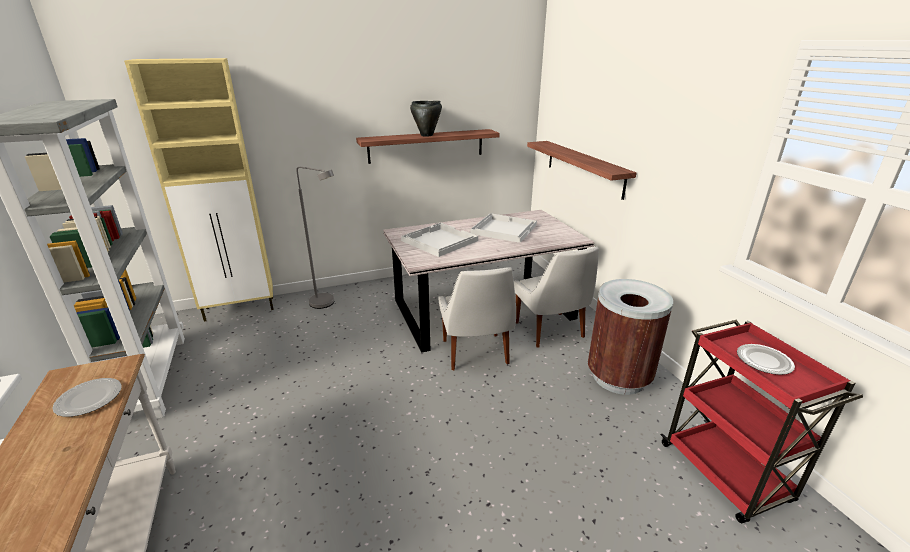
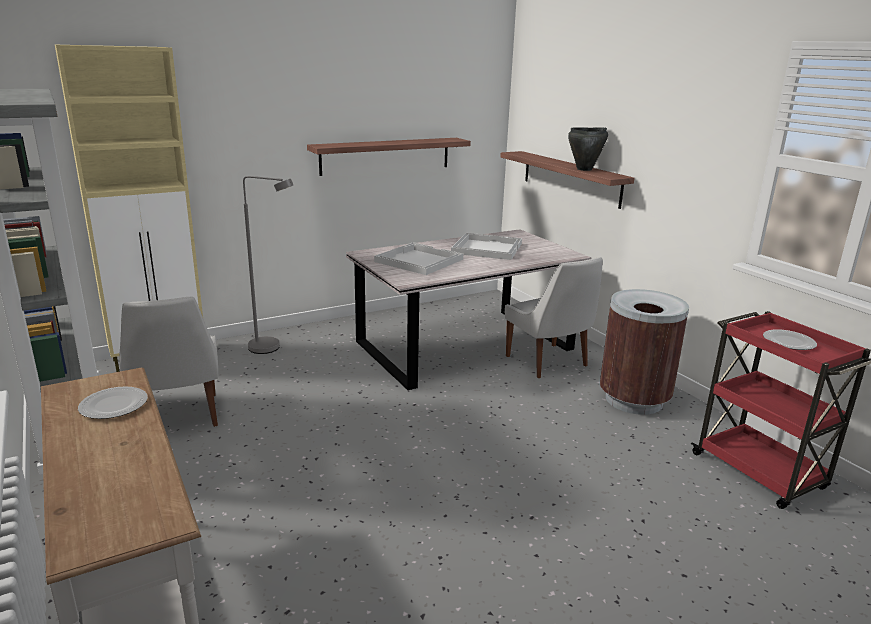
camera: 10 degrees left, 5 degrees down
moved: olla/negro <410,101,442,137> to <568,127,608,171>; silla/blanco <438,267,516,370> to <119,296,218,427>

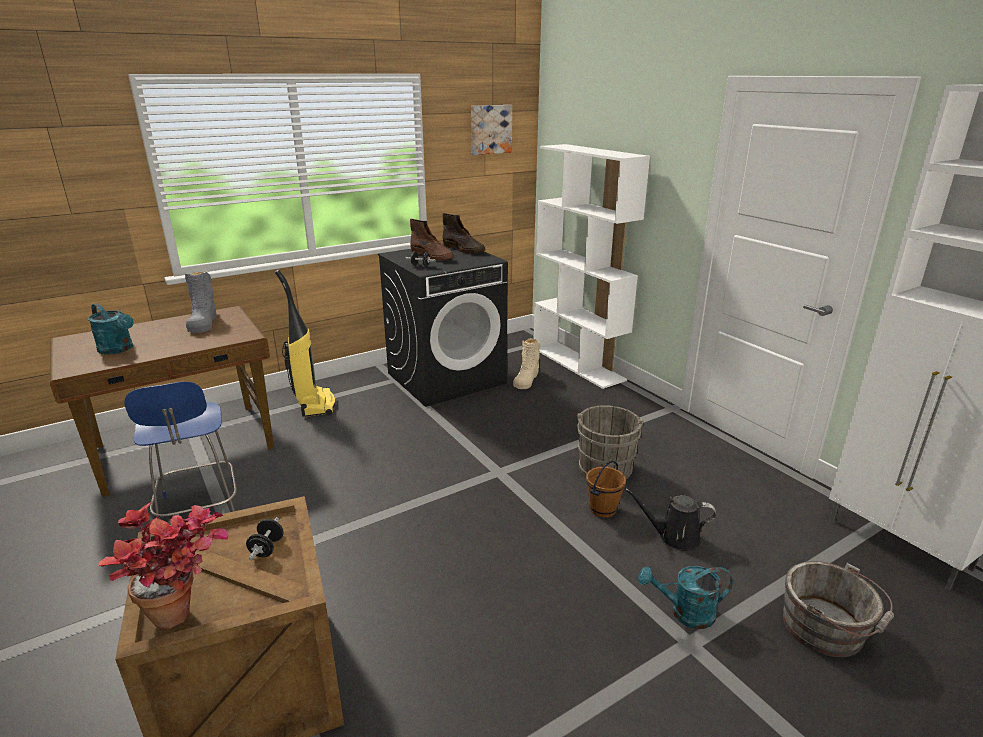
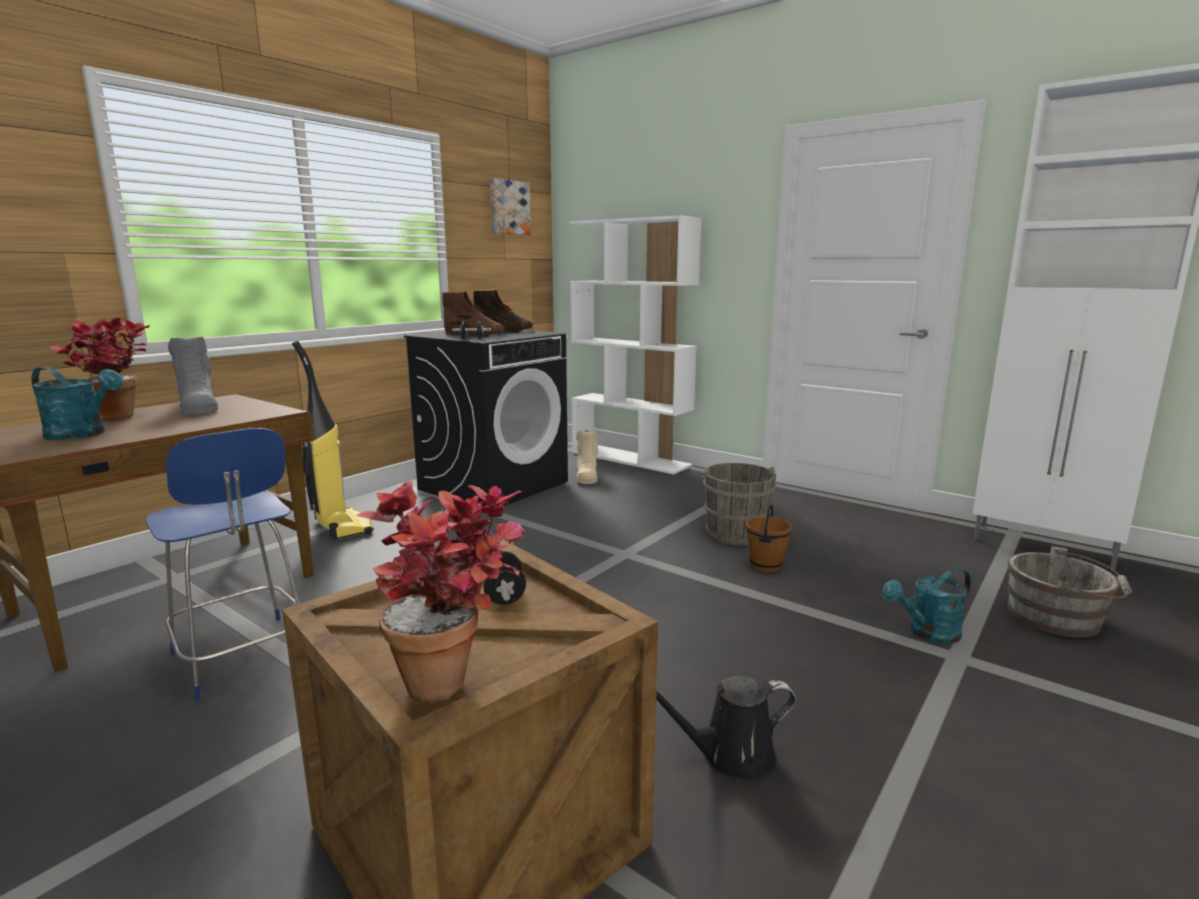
camera: 20 degrees left, 10 degrees down
added: planta en maceta <50,318,150,421>
moved: regadera/negro <625,488,716,551> to <656,676,796,780>

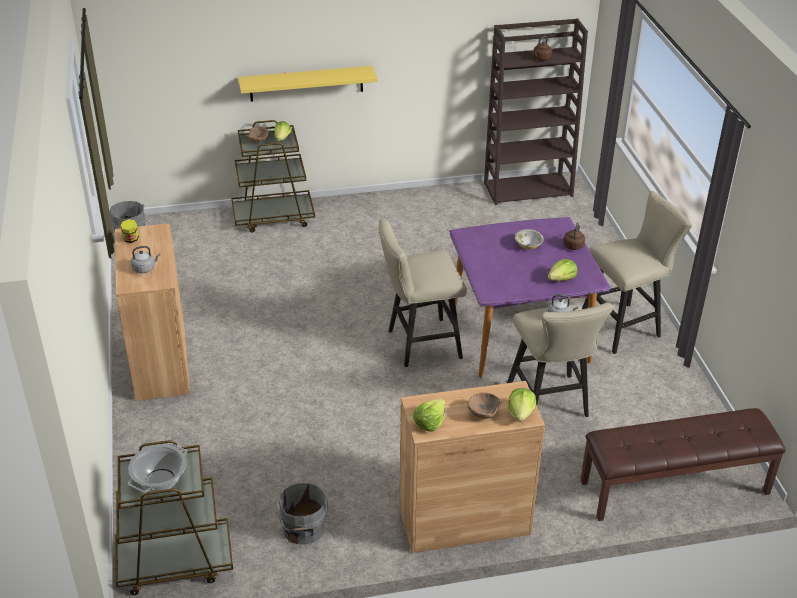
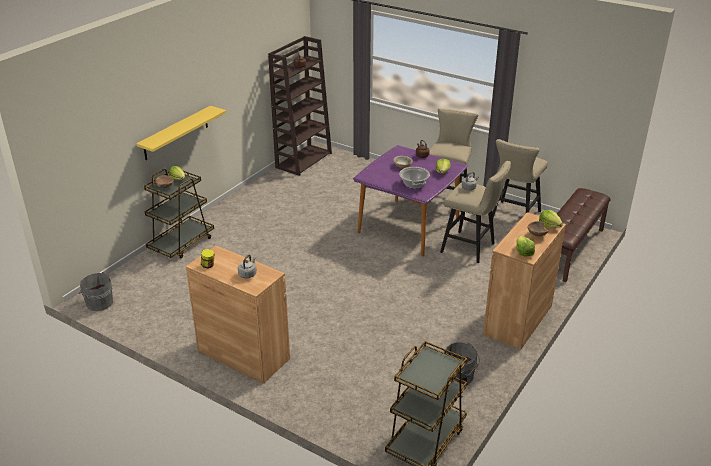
camera: 45 degrees left, 5 degrees down
moved: taburete/beis <379,218,467,367> to <493,139,548,218>; olla <128,443,187,493> to <399,167,430,189>

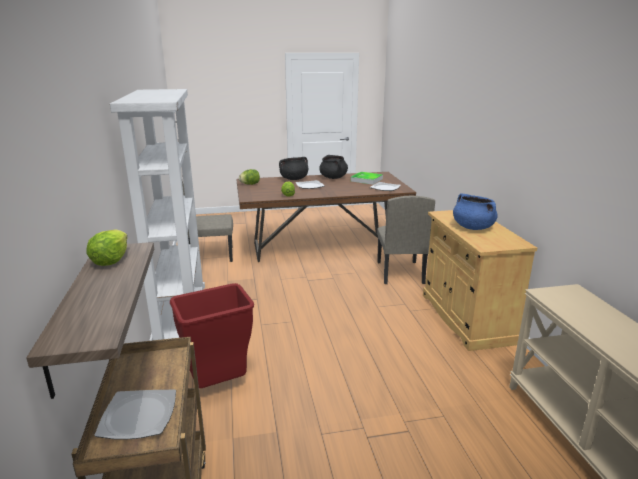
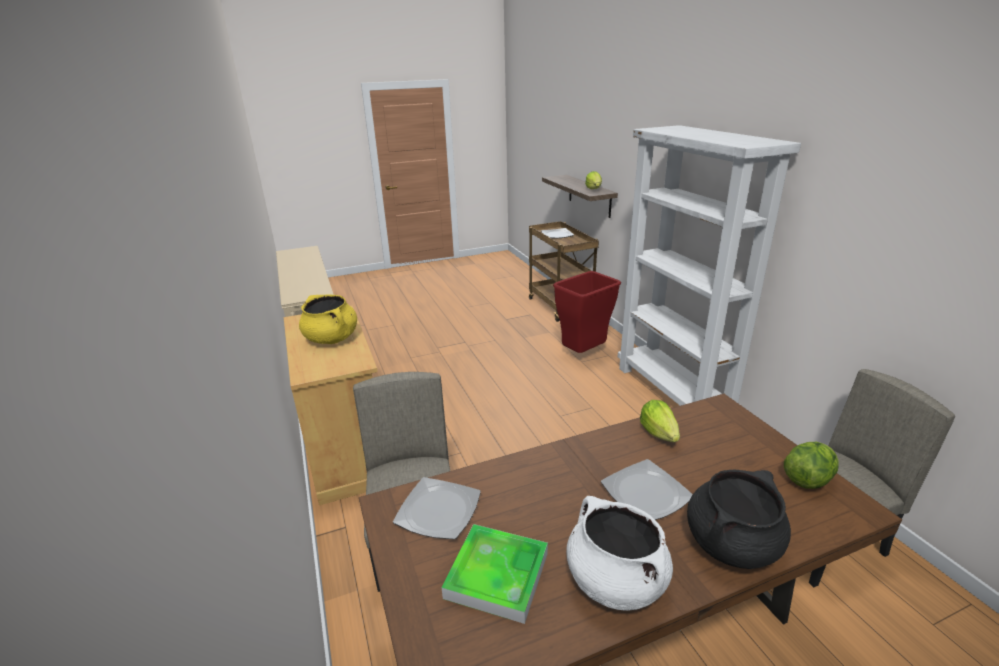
camera: 170 degrees right, 5 degrees up
recoloured: olla/negro <319,155,348,179> to olla/blanco <566,496,673,611>; olla/azul <453,193,498,230> to olla/amarillo <299,294,357,344>

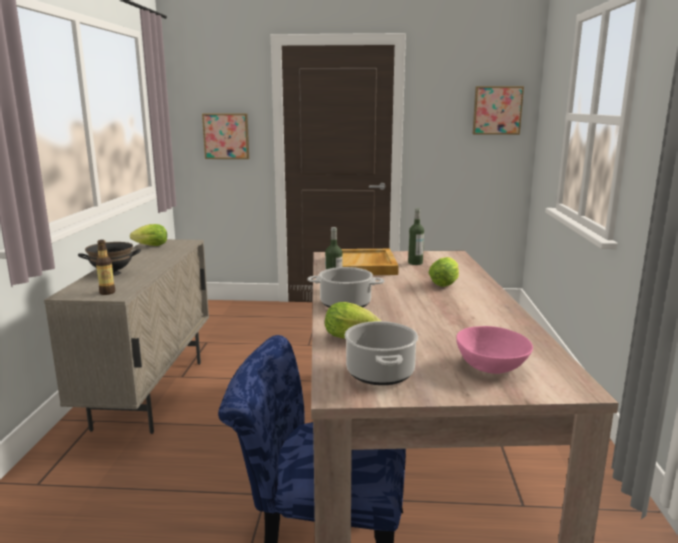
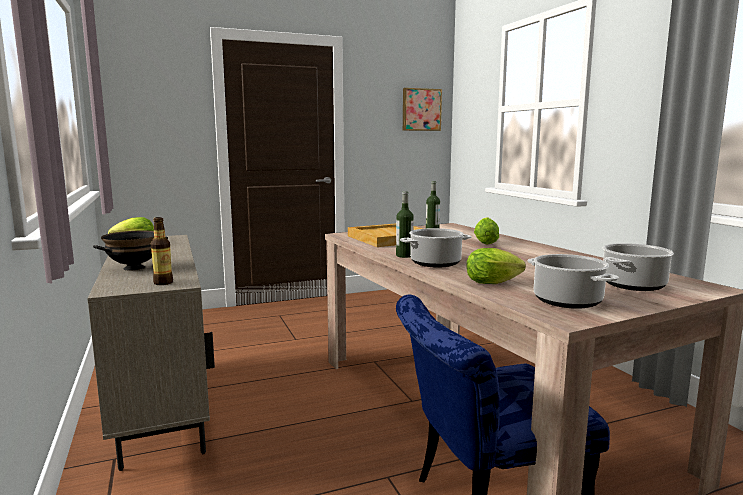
camera: 25 degrees left, 5 degrees down
removed: cuadro <202,113,249,159>
replaced: cuenco/rosa <456,326,533,374> to olla <603,243,674,291>

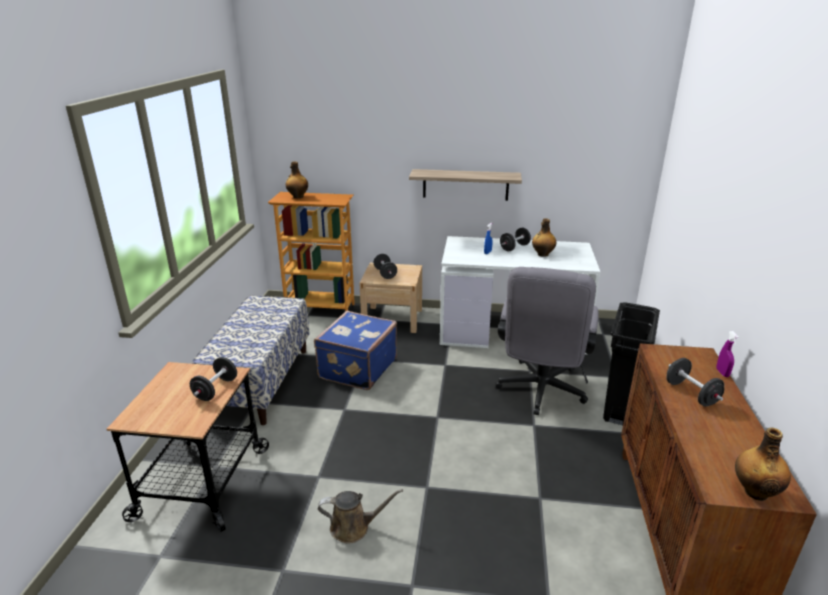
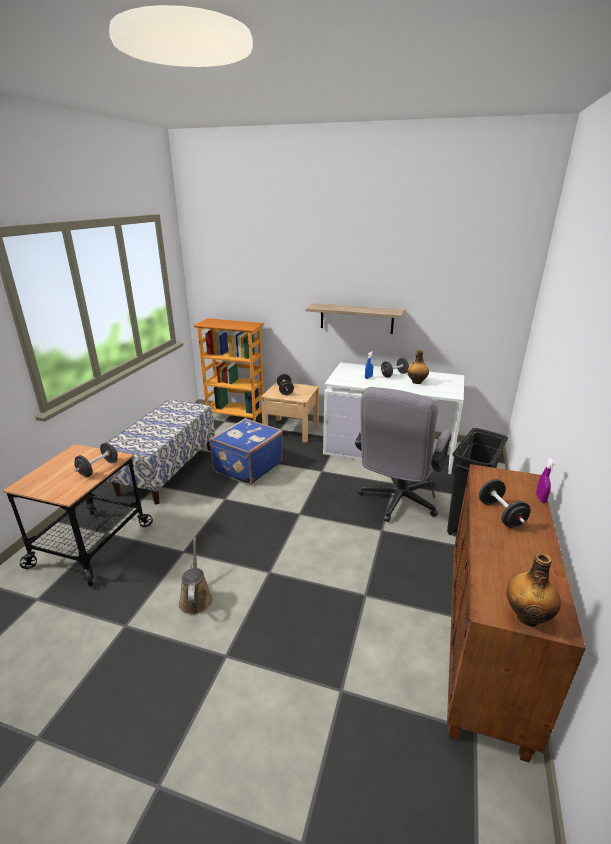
camera: 10 degrees right, 0 degrees up
removed: botella <286,161,308,198>
turned: regadera/marrón <318,489,403,544> = <179,537,213,615> 105 degrees counterclockwise

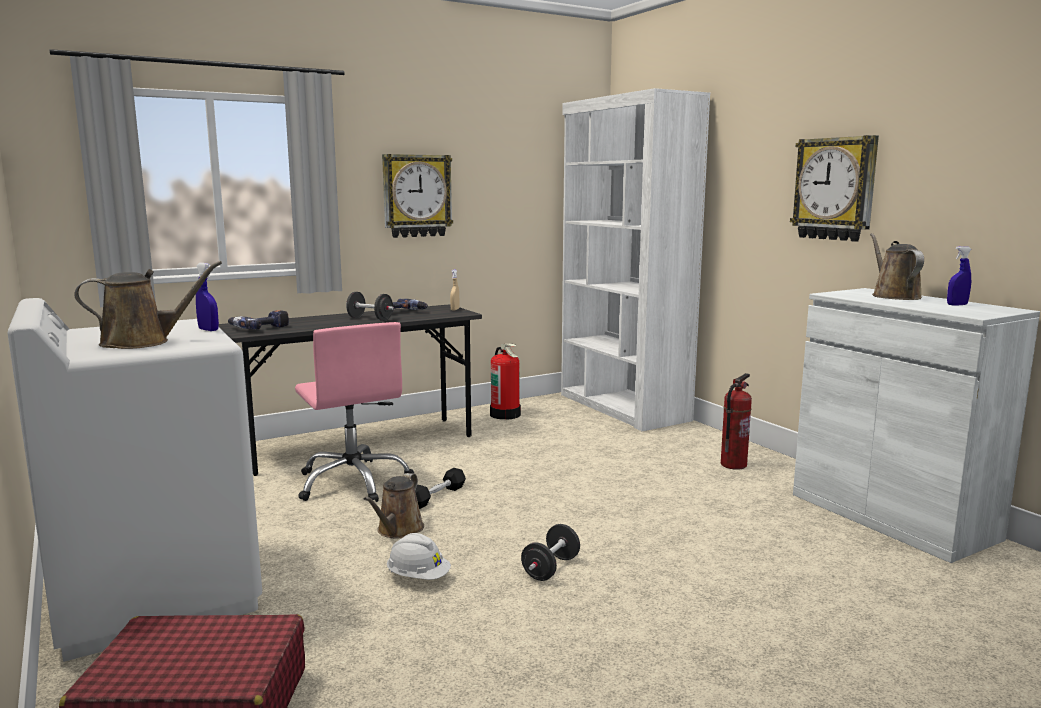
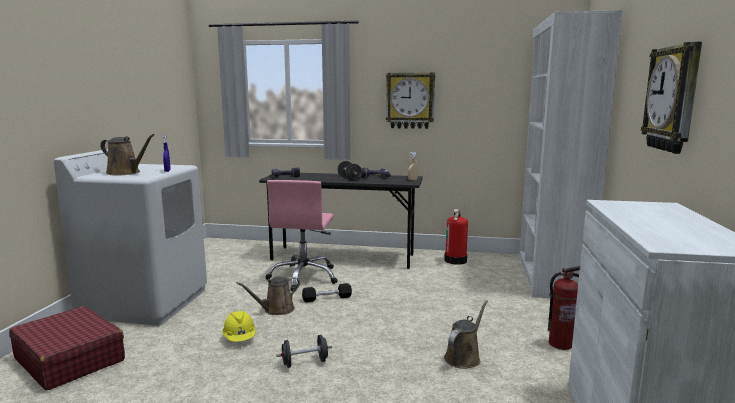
camera: 40 degrees right, 0 degrees up
removed: pulverizador/azul <947,246,972,306>
moved: regadera/marrón <870,233,924,300> to <444,300,488,369>
recoloured: casco/blanco <387,533,451,580> to casco/amarillo <222,311,255,342>

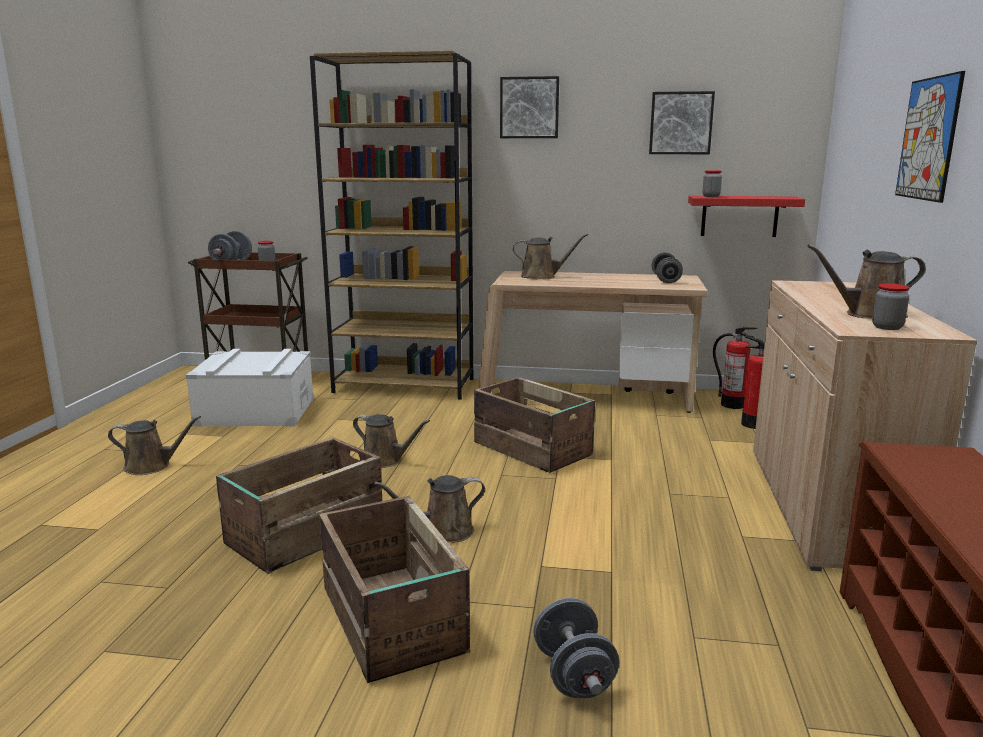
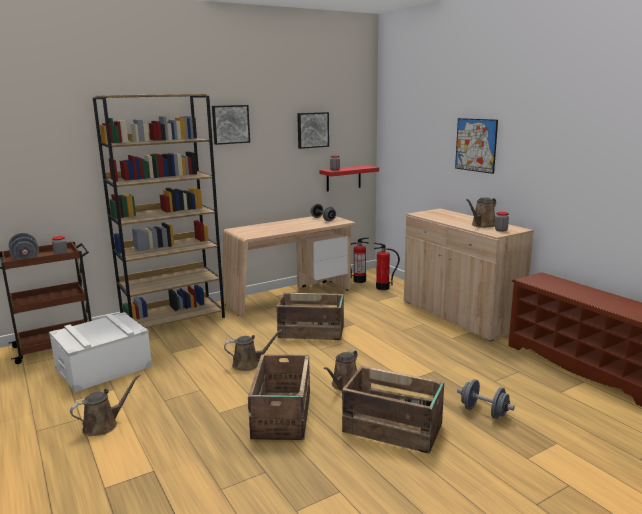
camera: 40 degrees left, 0 degrees up
removed: regadera/marrón <513,233,588,280>

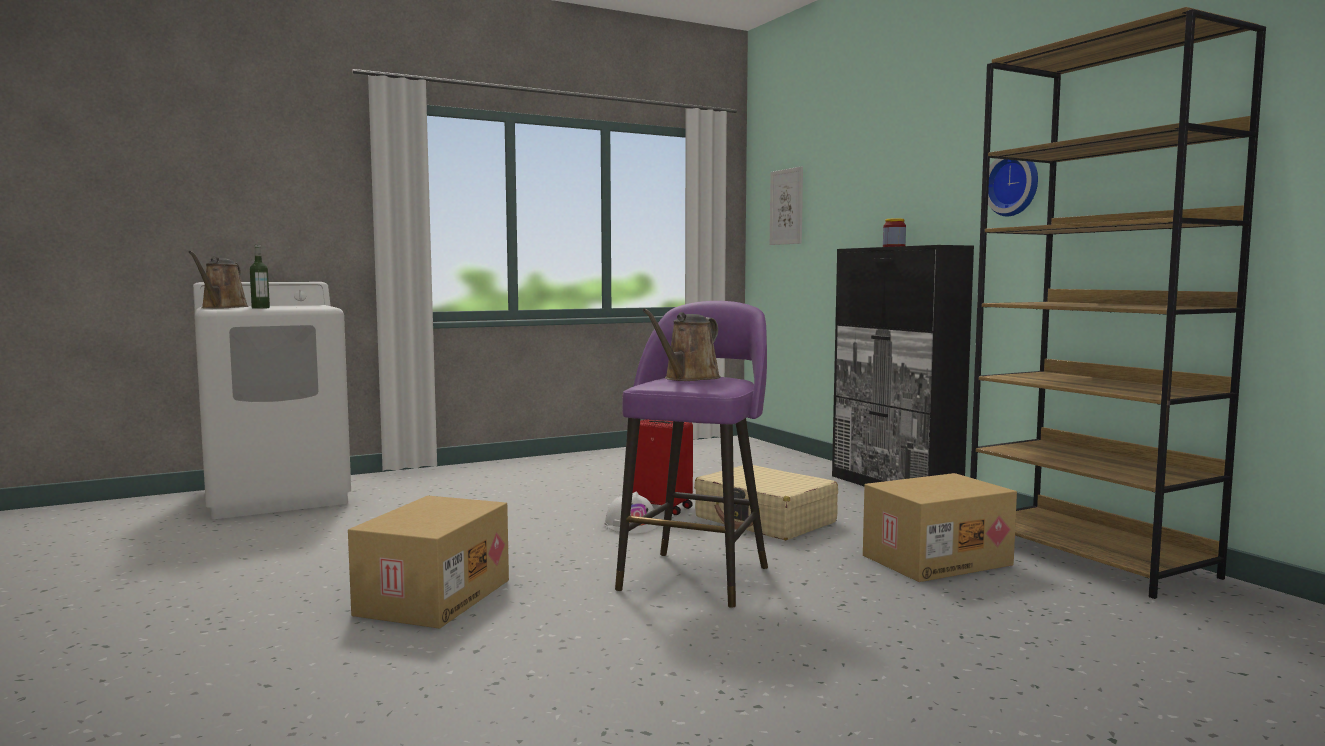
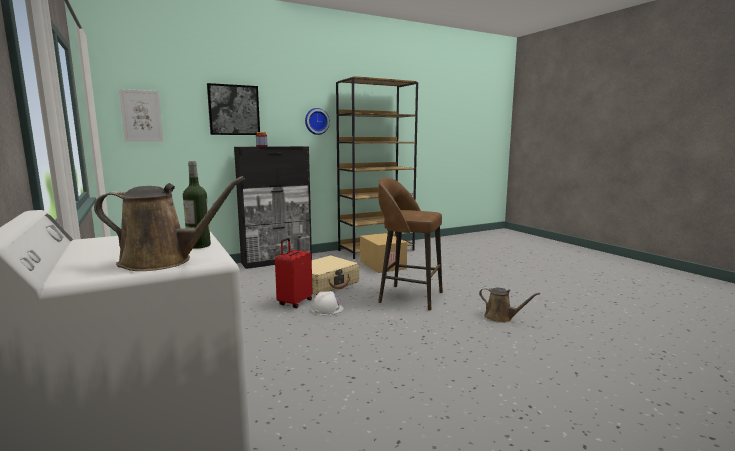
camera: 90 degrees left, 5 degrees up
removed: caja de cartón <348,496,509,629>
added: cuadro <207,83,260,135>
moved: regadera/marrón <642,309,721,381> to <479,287,540,323>
recoloured: taburete/morado <615,301,768,608> to taburete/marrón <378,177,443,311>

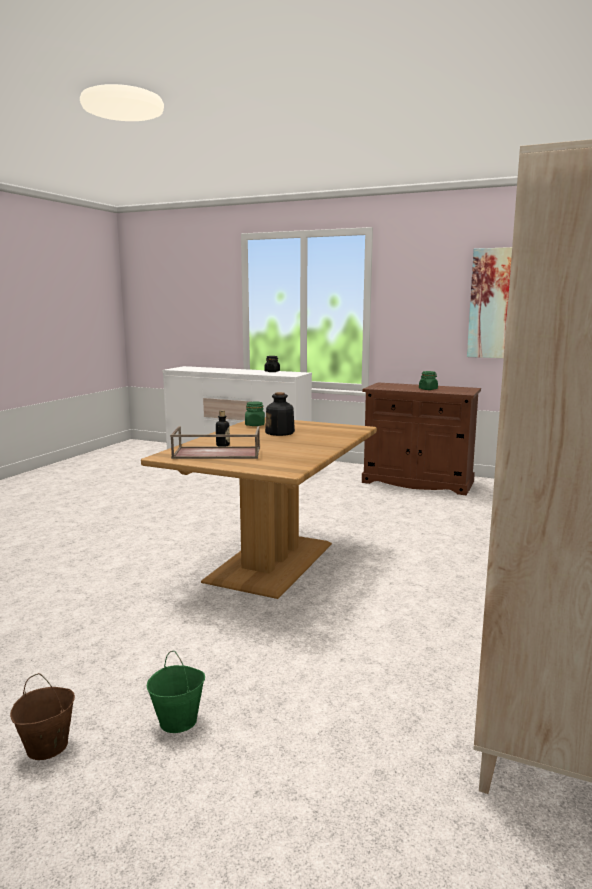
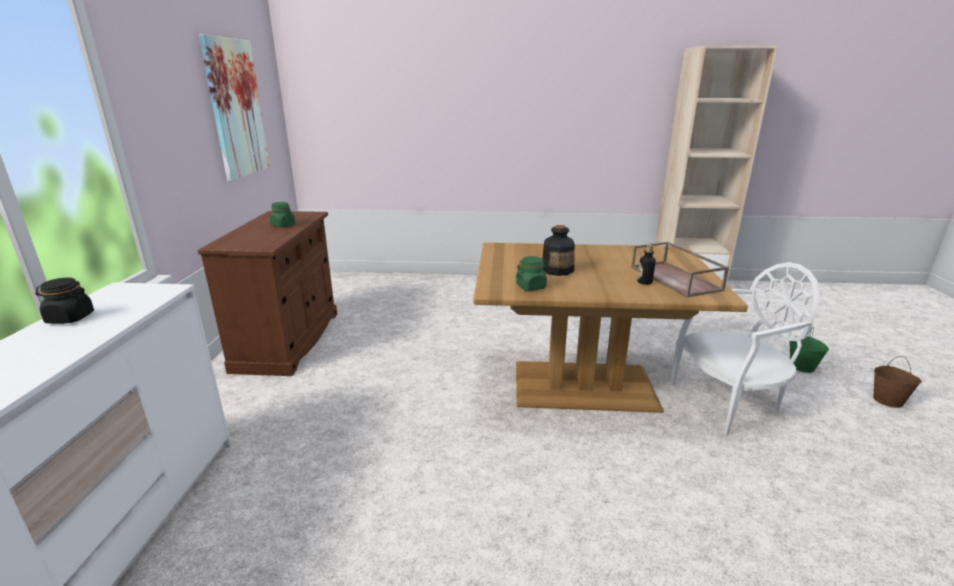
camera: 110 degrees left, 10 degrees up
added: silla/blanco <671,262,819,435>

